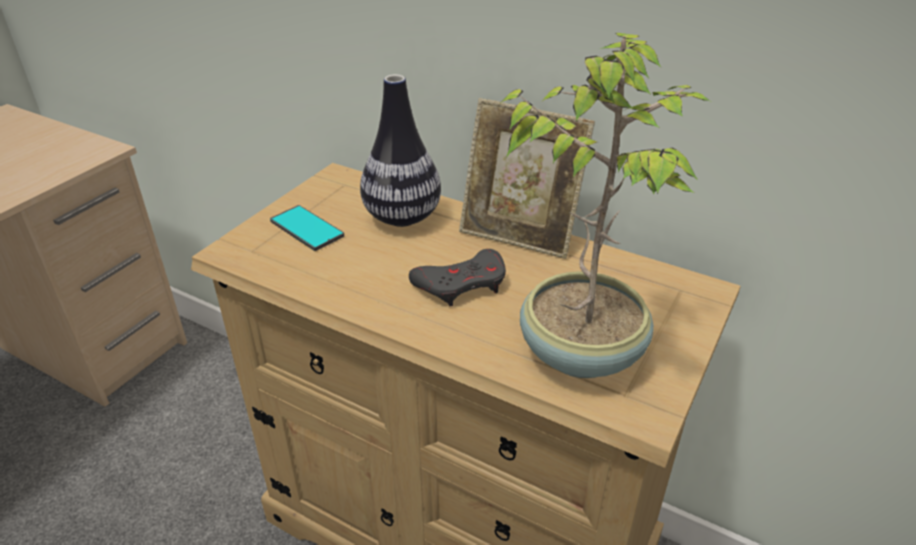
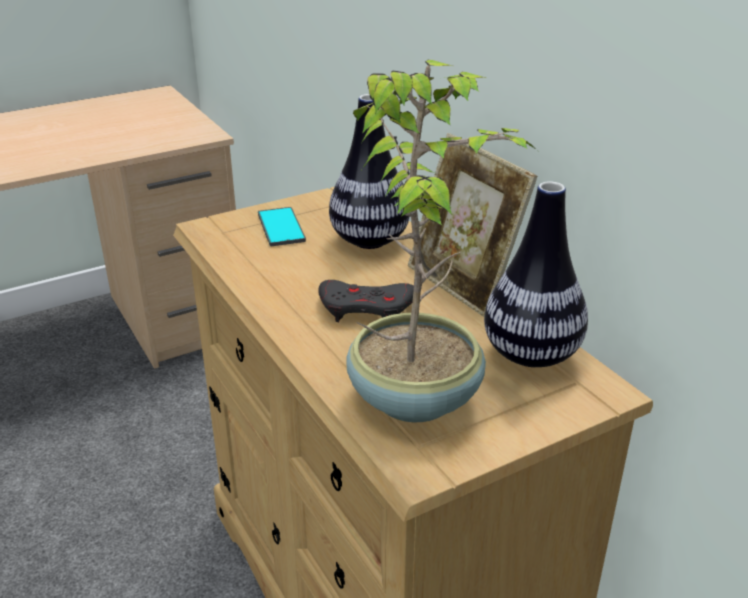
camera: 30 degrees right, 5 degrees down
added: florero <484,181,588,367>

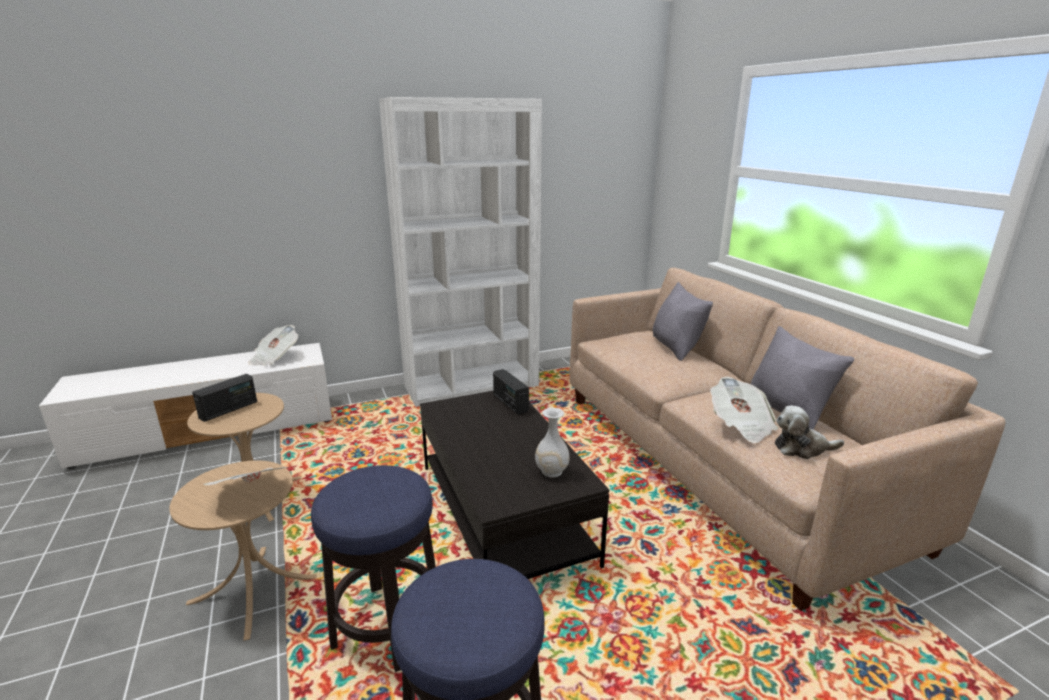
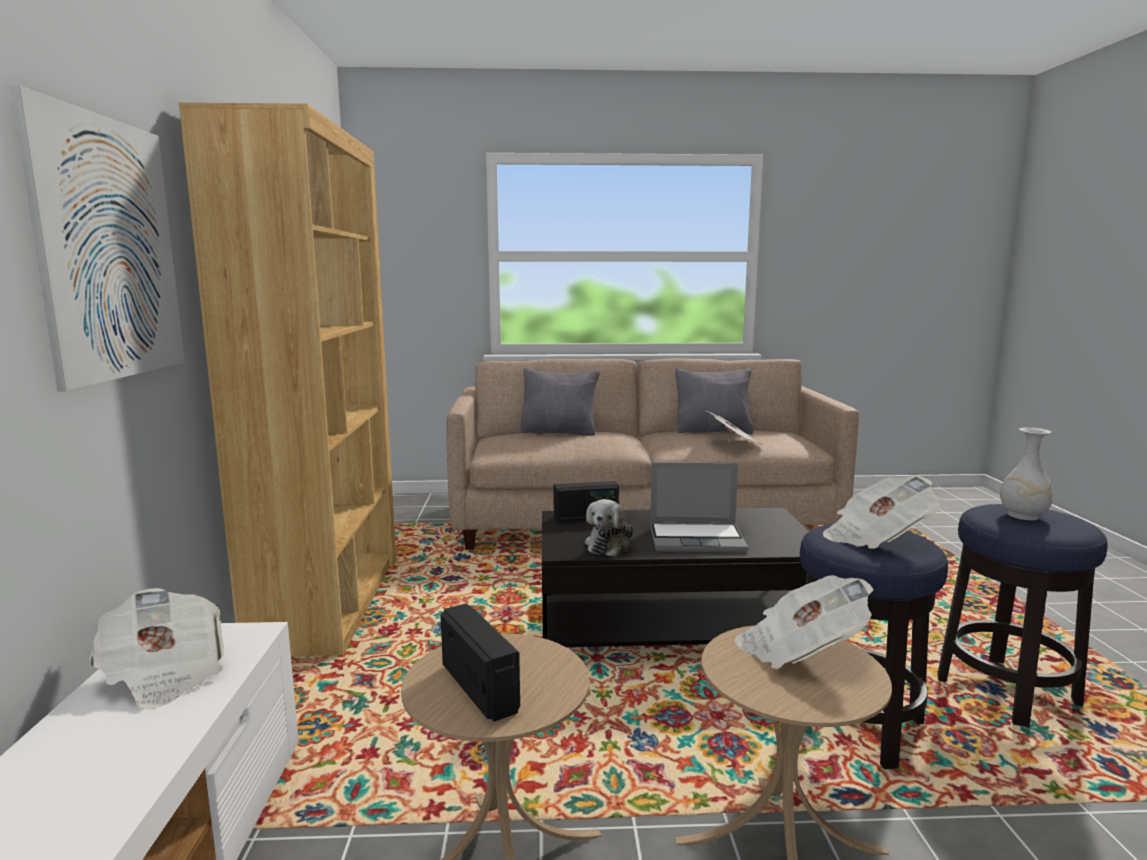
camera: 70 degrees left, 10 degrees down
added: cuadro <10,85,185,391>; portátil <650,462,748,552>; periódico <823,476,941,549>
moved: peluche <775,405,844,459> to <585,499,634,557>; florero/blanco <535,408,570,477> to <1000,428,1053,520>
recoloured: estantería/blanco <379,97,542,407> to estantería/marrón <179,102,396,656>

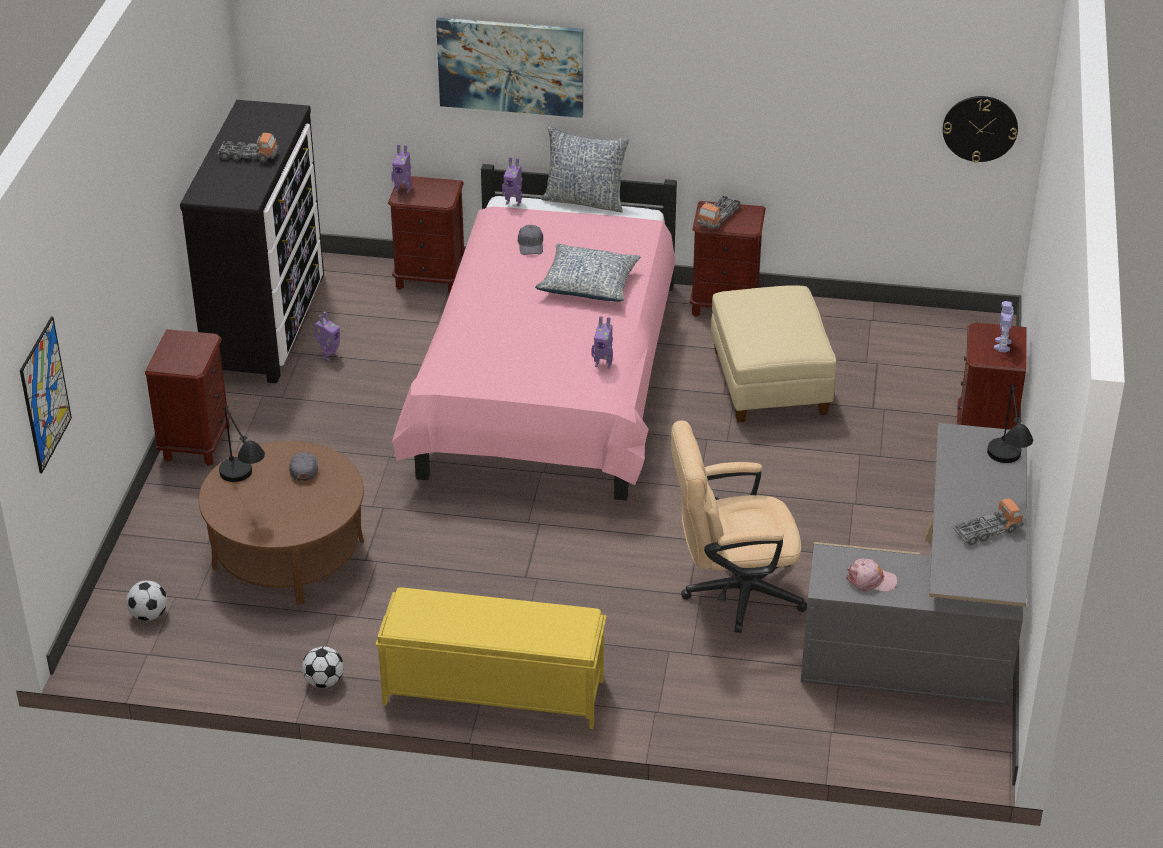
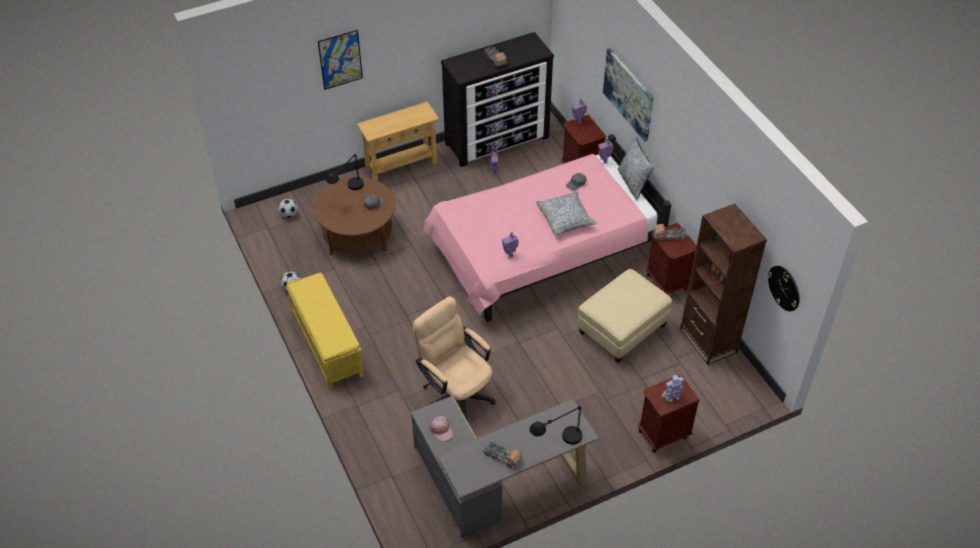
camera: 55 degrees right, 10 degrees up
added: estantería/marrón <680,204,767,365>
moved: cuadro <20,317,72,473> to <318,30,363,90>
replaced: mesita de noche/marrón <145,329,231,466> to mesa consola/beis <357,102,439,181>

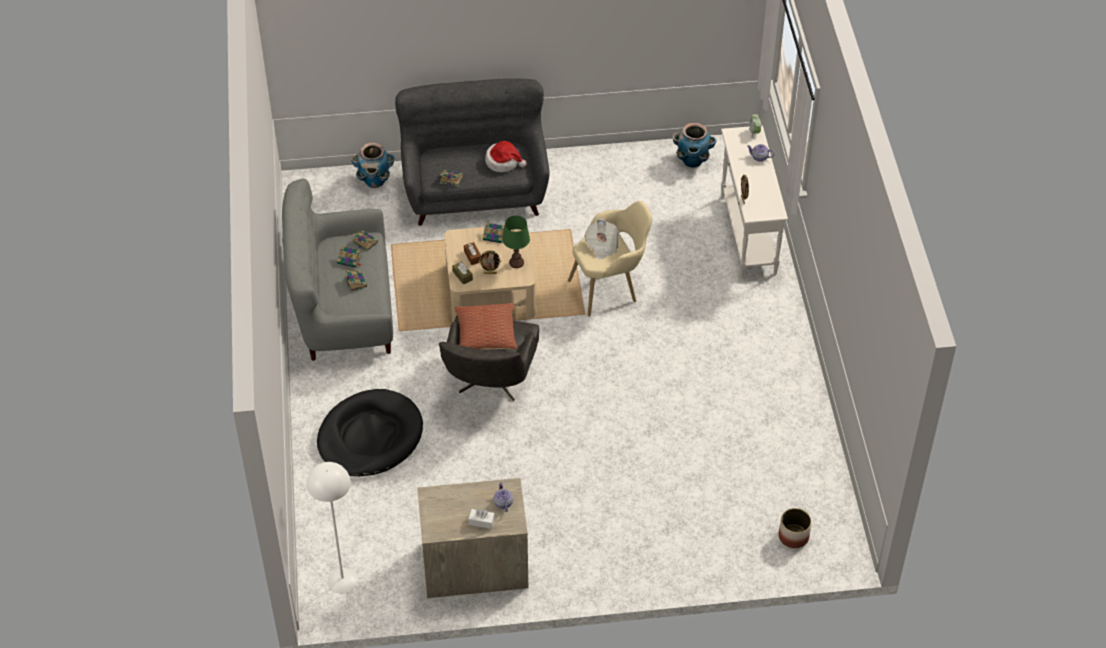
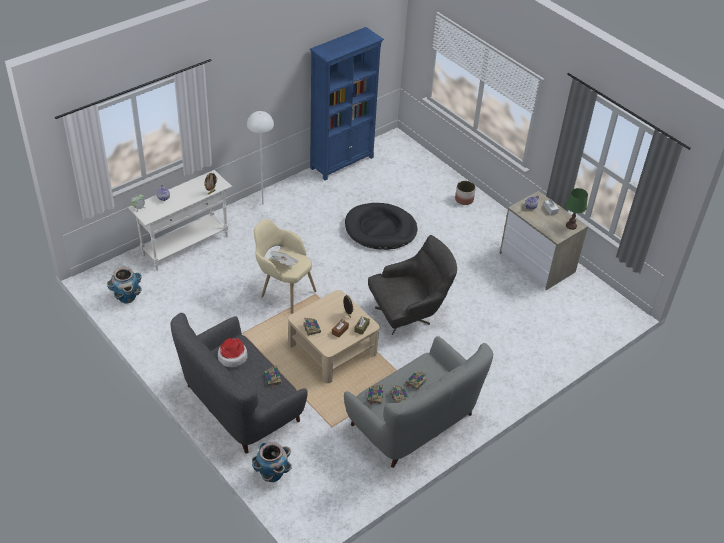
camera: 125 degrees left, 5 degrees down
removed: cojín <455,303,518,350>
added: estantería/azul <310,27,384,181>
moved: lámpara de mesa/verde <502,216,530,268> to <566,188,588,230>; cama para perro/negro <317,389,423,476> to <345,203,417,250>; lámpara de pie/blanco <307,462,358,593> to <247,111,274,213>; maceta <779,508,812,548> to <455,181,476,205>

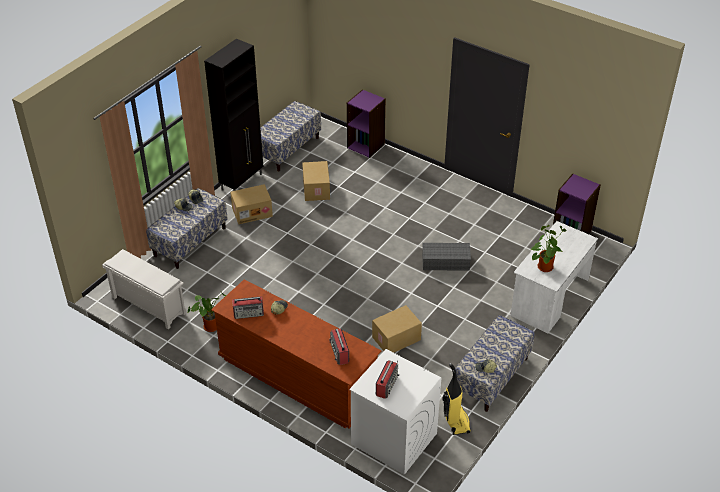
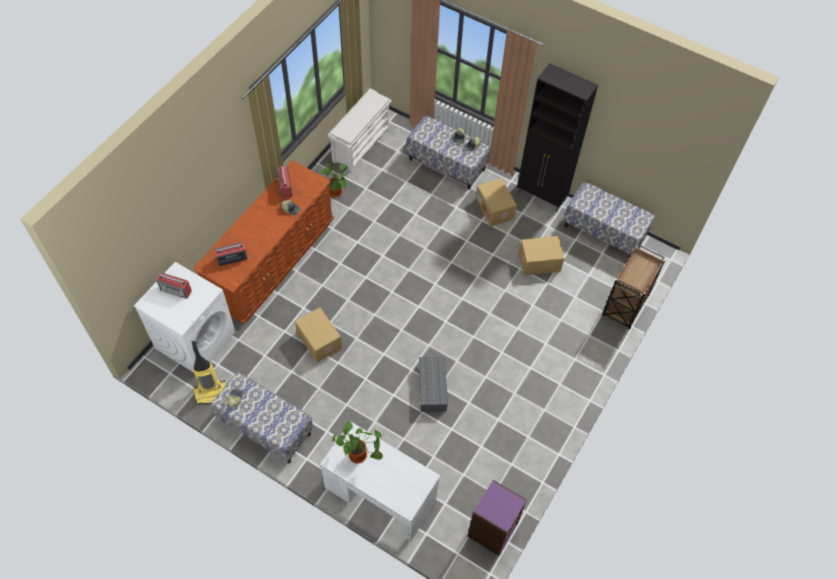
camera: 85 degrees right, 15 degrees up
replaced: estantería/morado <347,89,386,158> to carrito/marrón <602,245,665,329>

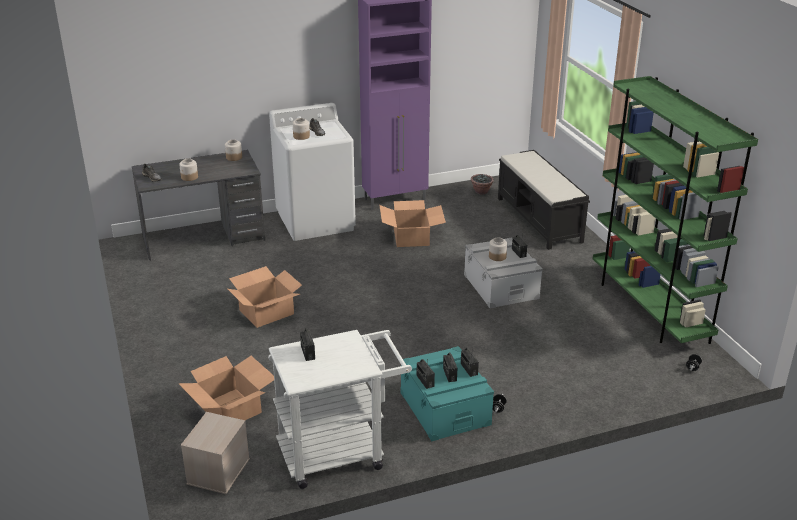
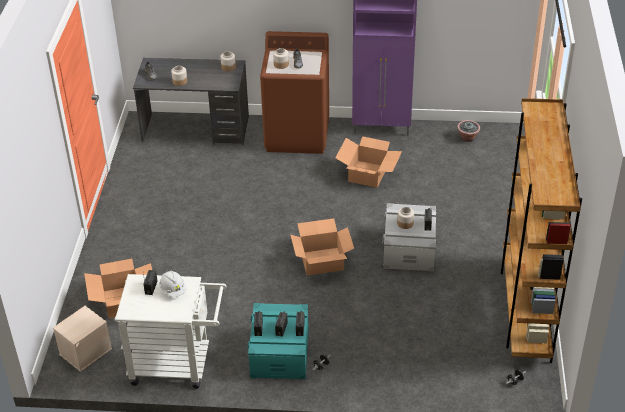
camera: 25 degrees right, 10 degrees up
removed: banco/negro <498,150,590,250>
added: casco/blanco <159,271,187,297>
moved: caja de cartón <228,266,302,328> to <291,218,354,275>
recoloured: estantería/verde <592,76,758,344> to estantería/marrón <501,98,582,363>; lavadora/blanco <269,103,356,241> to lavadora/marrón <260,31,329,154>

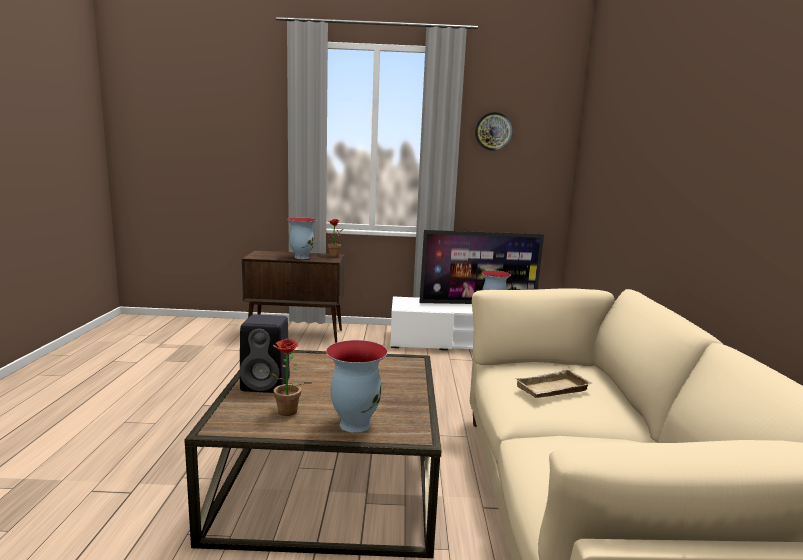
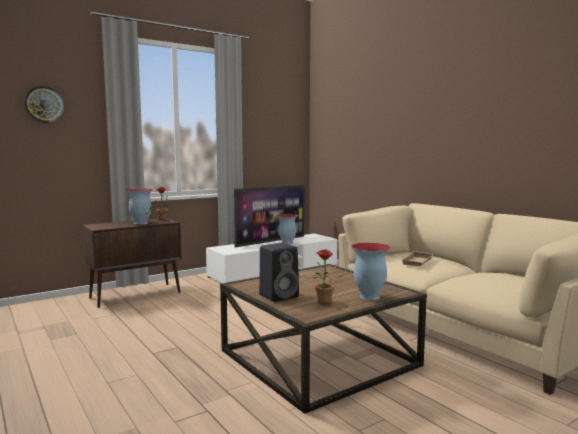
camera: 35 degrees left, 5 degrees down
moved: reloj de pared <475,112,513,151> to <24,86,65,123>

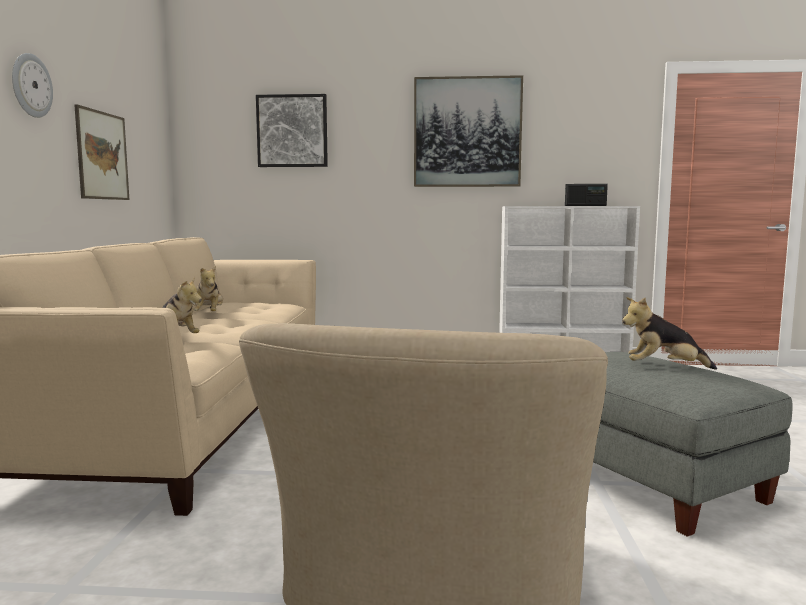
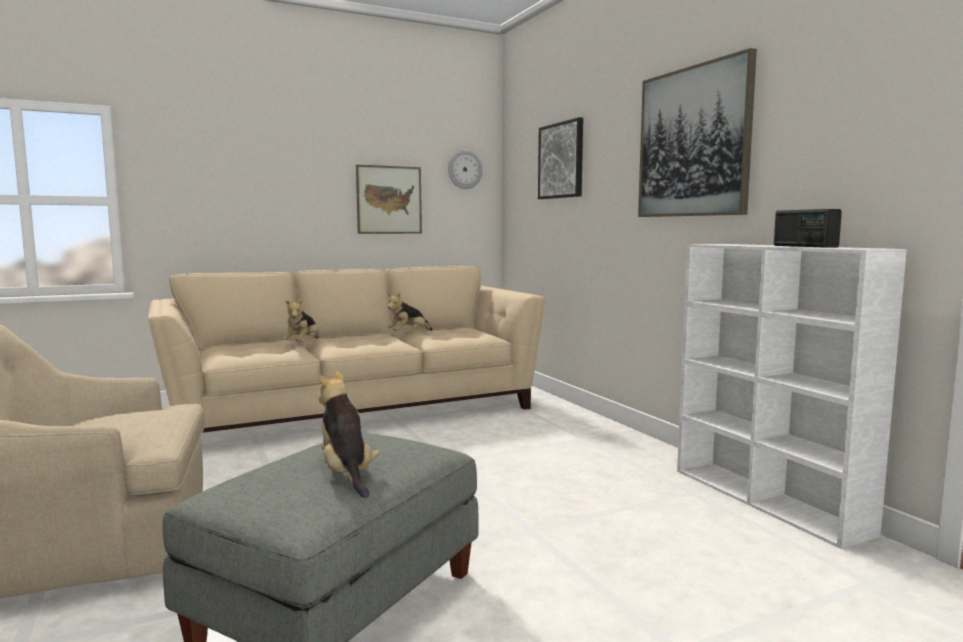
camera: 60 degrees right, 0 degrees up
moved: reloj de pared <12,53,53,118> to <448,151,483,189>

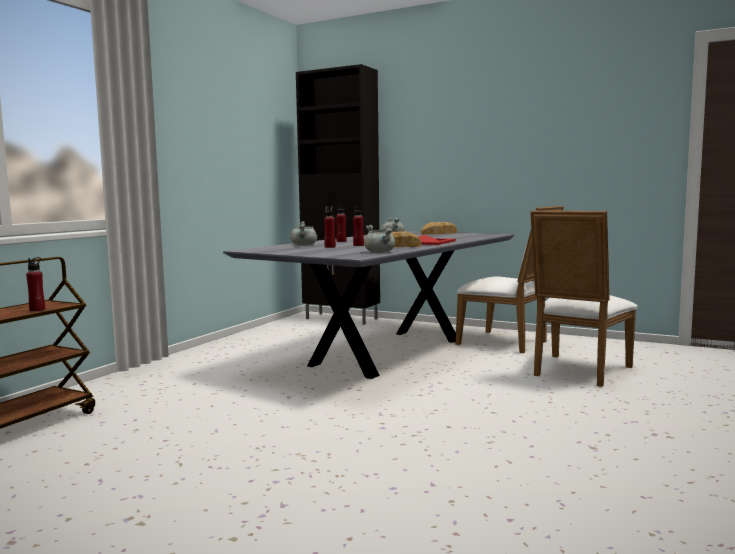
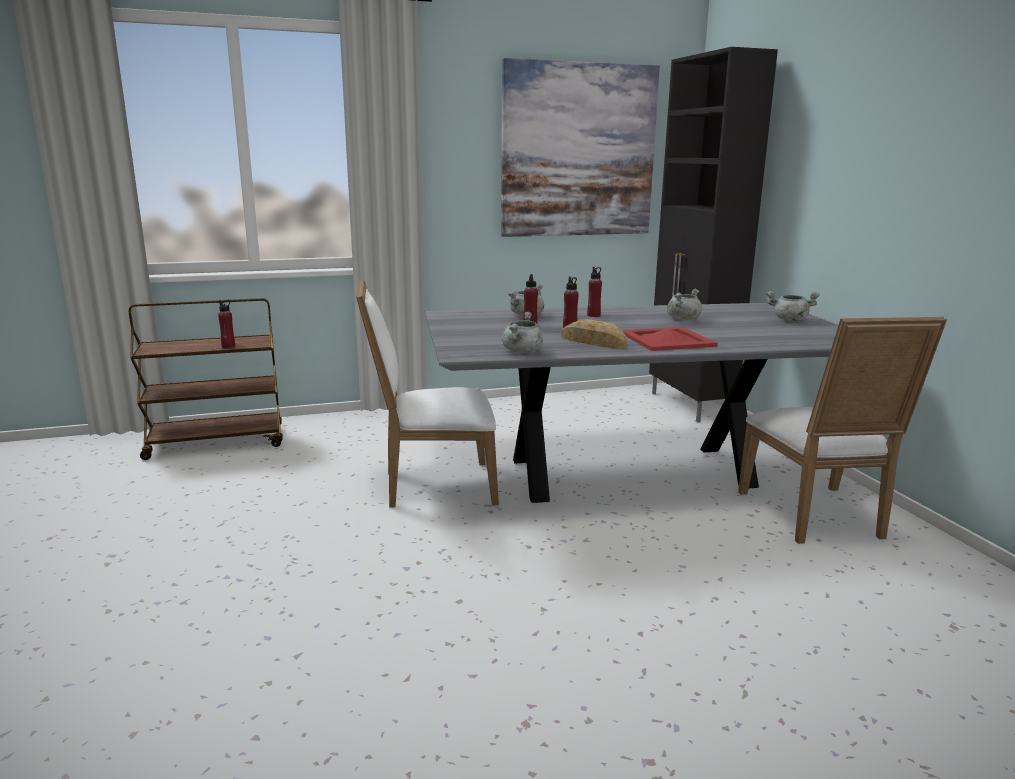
camera: 45 degrees right, 10 degrees up
added: cuadro <501,58,660,237>
moved: silla/blanco <530,211,638,387> to <356,280,499,508>
replaced: pan <421,222,457,235> to olla/gris <766,291,820,321>

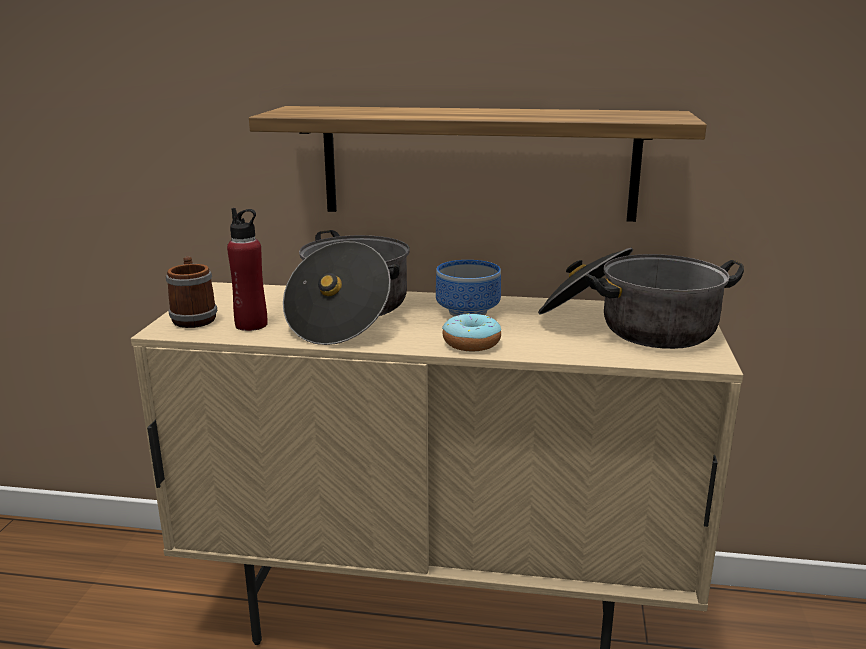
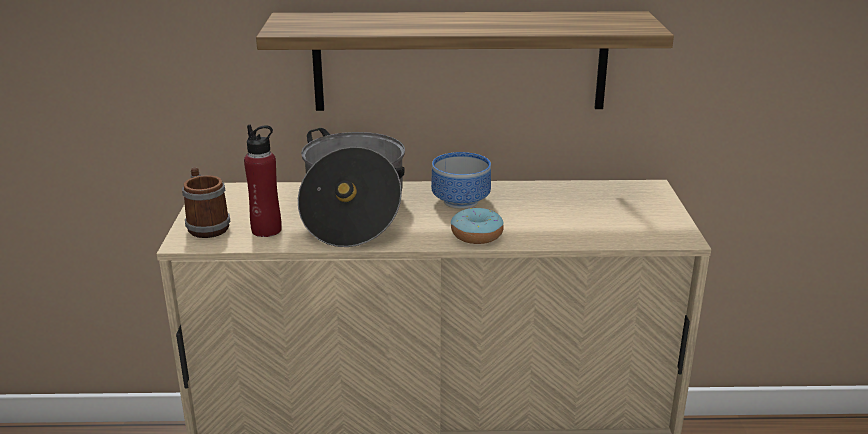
camera: 10 degrees left, 5 degrees up
removed: olla <538,248,744,349>

